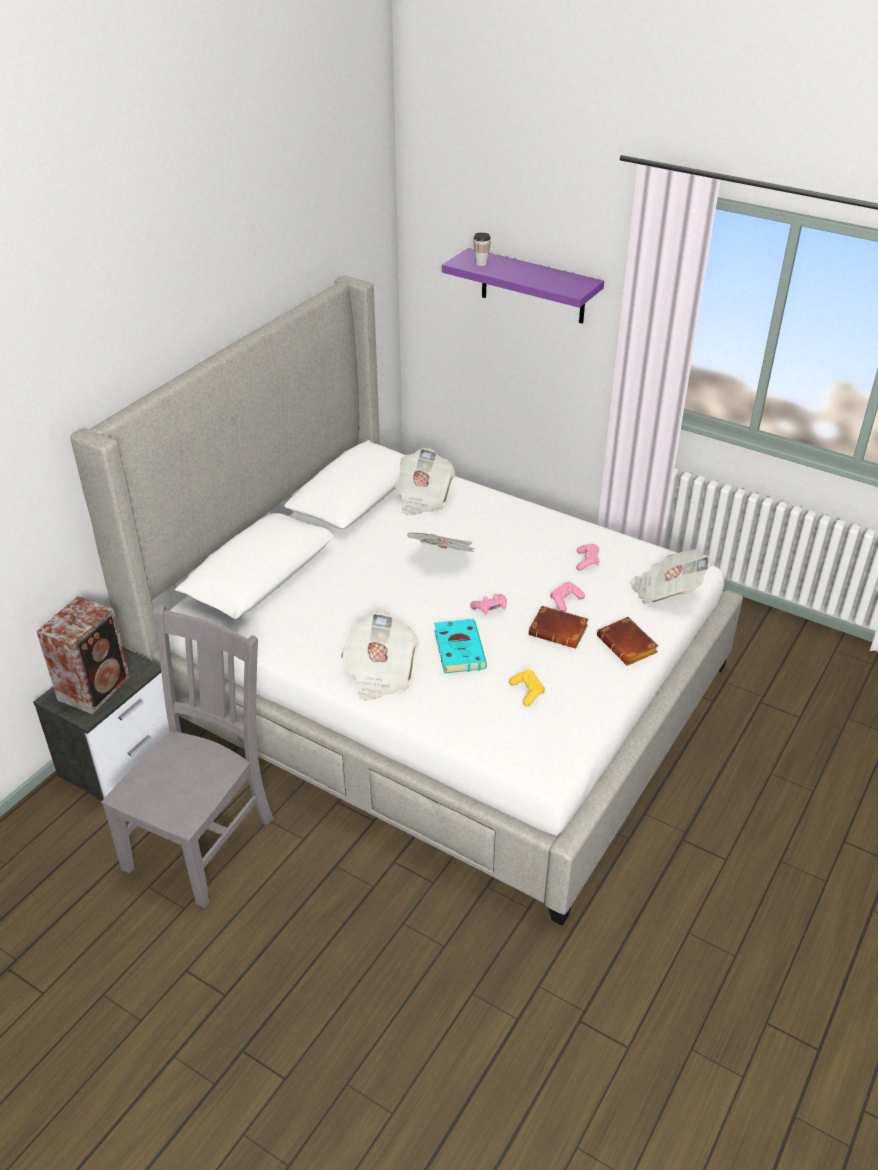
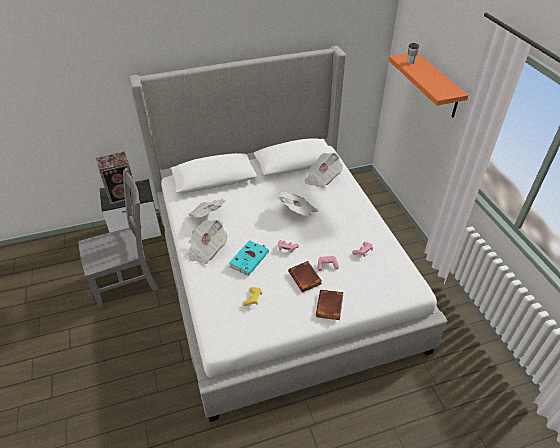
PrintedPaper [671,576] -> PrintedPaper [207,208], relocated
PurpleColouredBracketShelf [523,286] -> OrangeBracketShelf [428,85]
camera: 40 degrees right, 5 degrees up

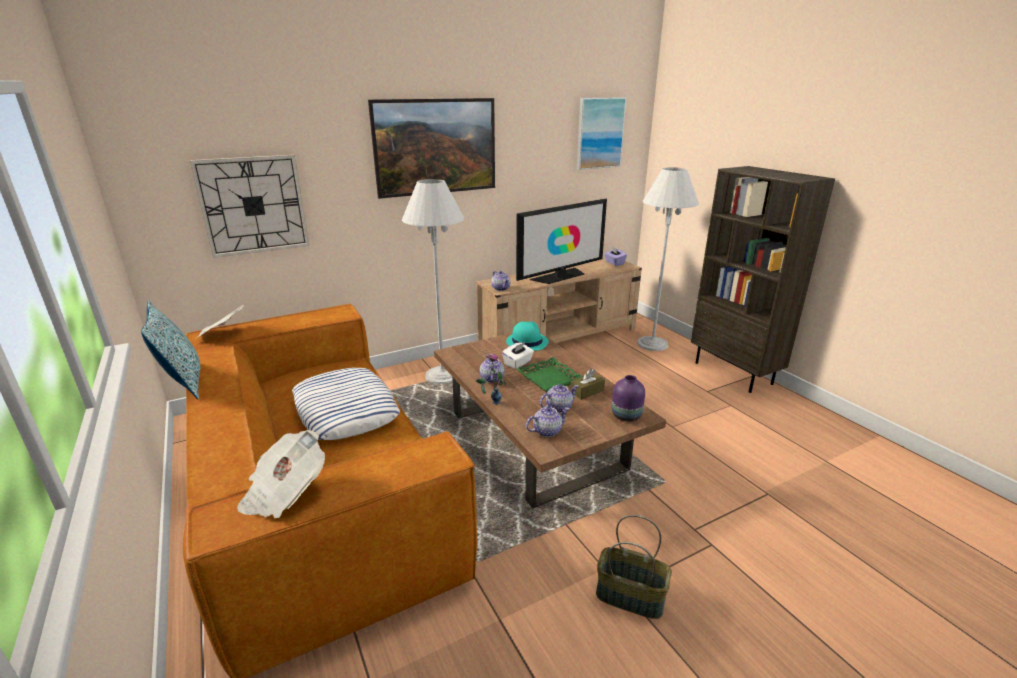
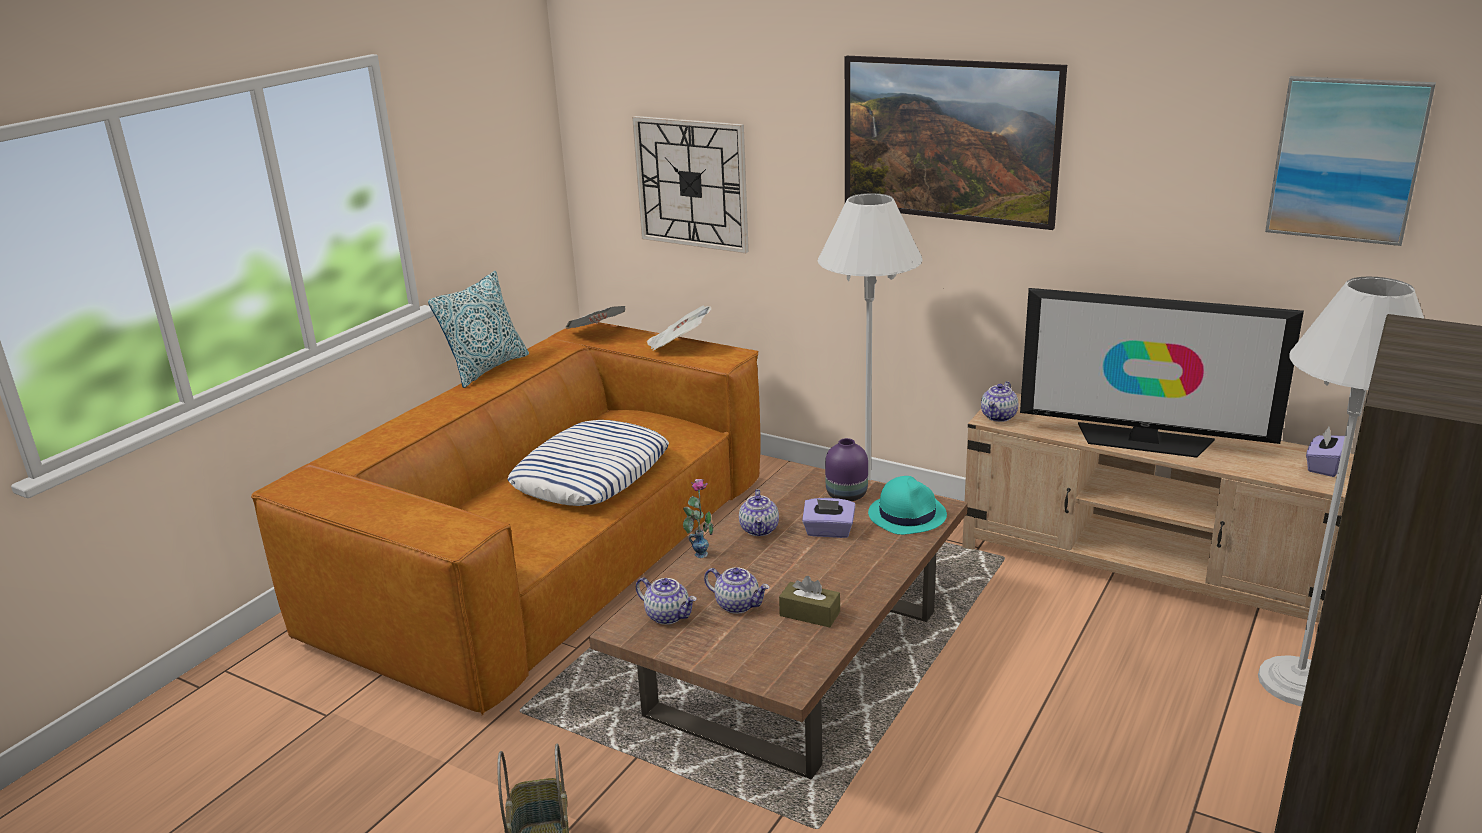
PrintedPaper [281,474] -> PrintedPaper [679,328], relocated
TeaPot [492,368] -> TeaPot [759,512], 45 degrees counterclockwise
WhiteBoxOfTissues [518,355] -> PurpleColouredBoxOfTissues [828,518]
PurpleColouredDecorativeVase [628,398] -> PurpleColouredDecorativeVase [846,469], relocated
GreenishCarryingTray [550,375] -> none
camera: 60 degrees right, 0 degrees up

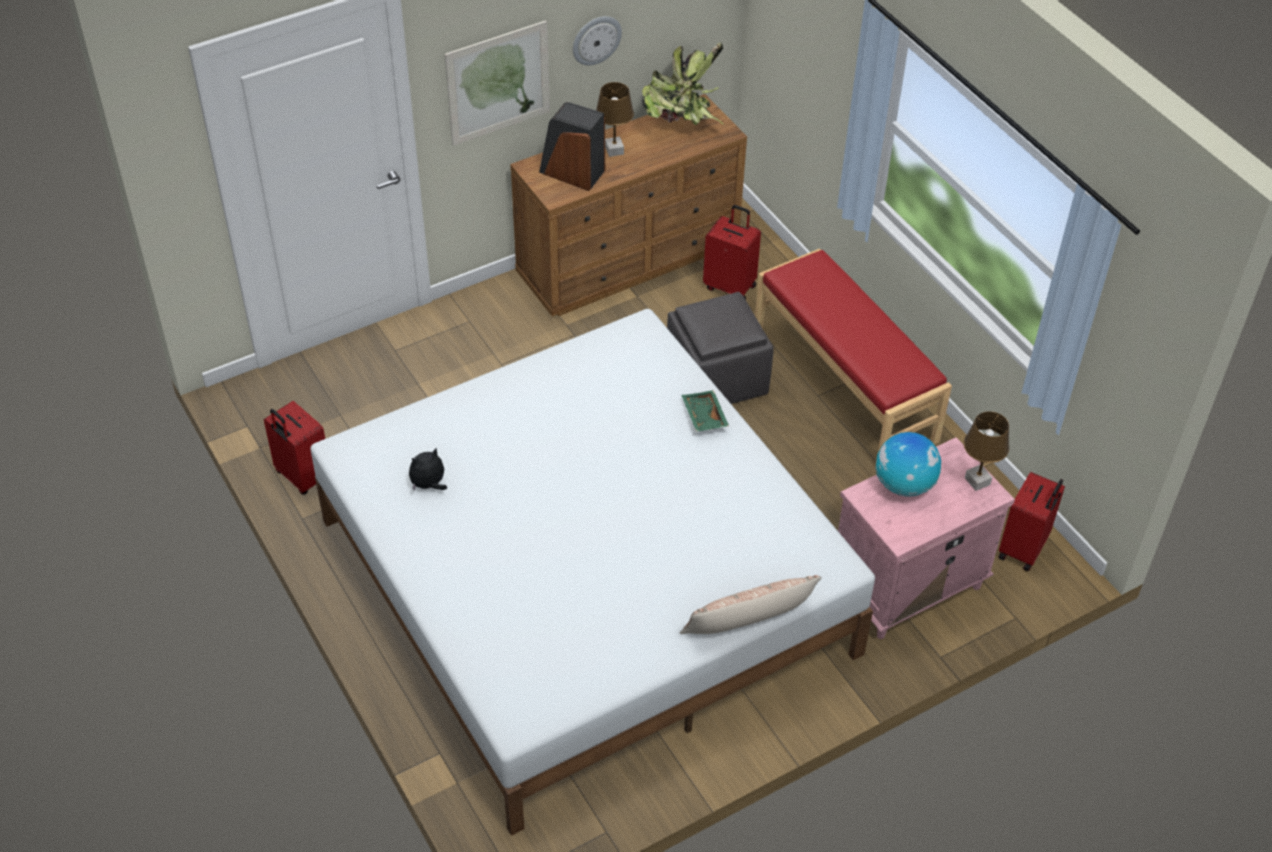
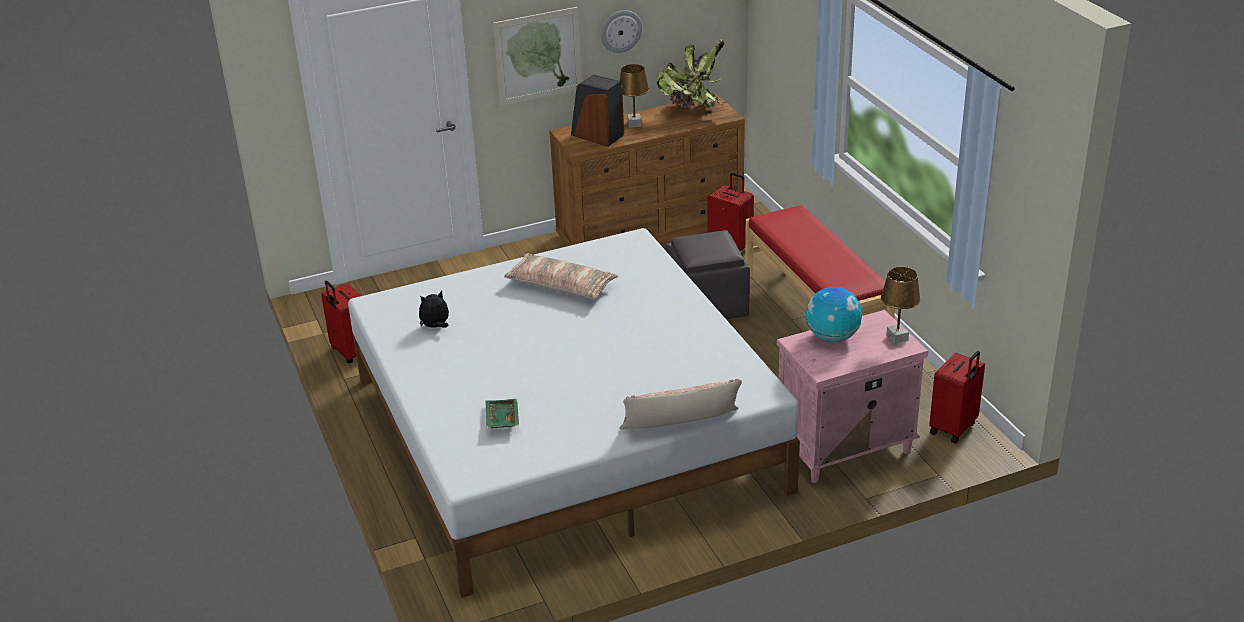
GreenishCarryingTray [705,411] -> GreenishCarryingTray [502,413], relocated
none -> ThrowPillow [561,276]
camera: 10 degrees right, 15 degrees down

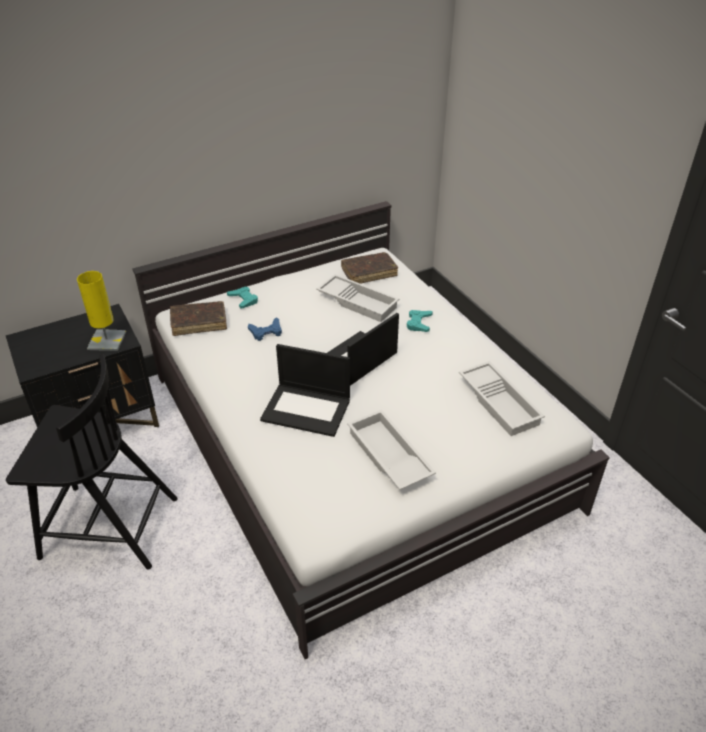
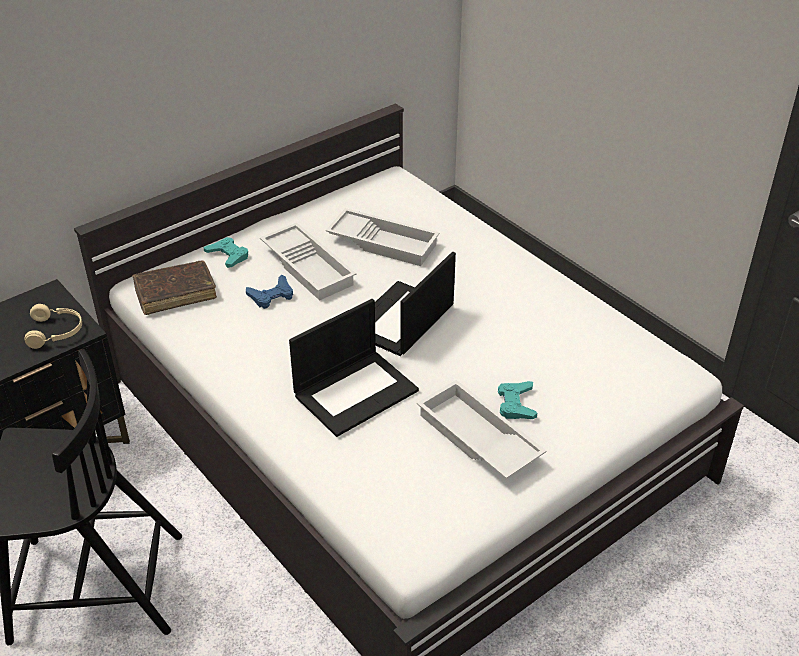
YellowColouredTableLamp [101,311] -> BeigeHeadphones [53,326]
WhiteCarryingTray [502,398] -> WhiteCarryingTray [308,262], relocated
NotebookComputer [305,390] -> NotebookComputer [354,368], 45 degrees counterclockwise
TurquoiseJoypad [420,321] -> TurquoiseJoypad [517,400], relocated
BrownishVolume [369,268] -> none
camera: 10 degrees left, 0 degrees up

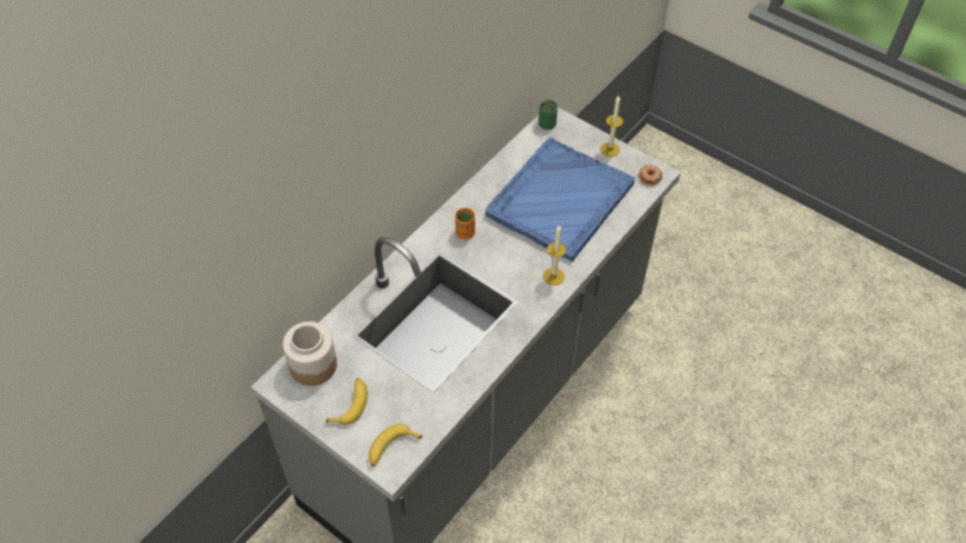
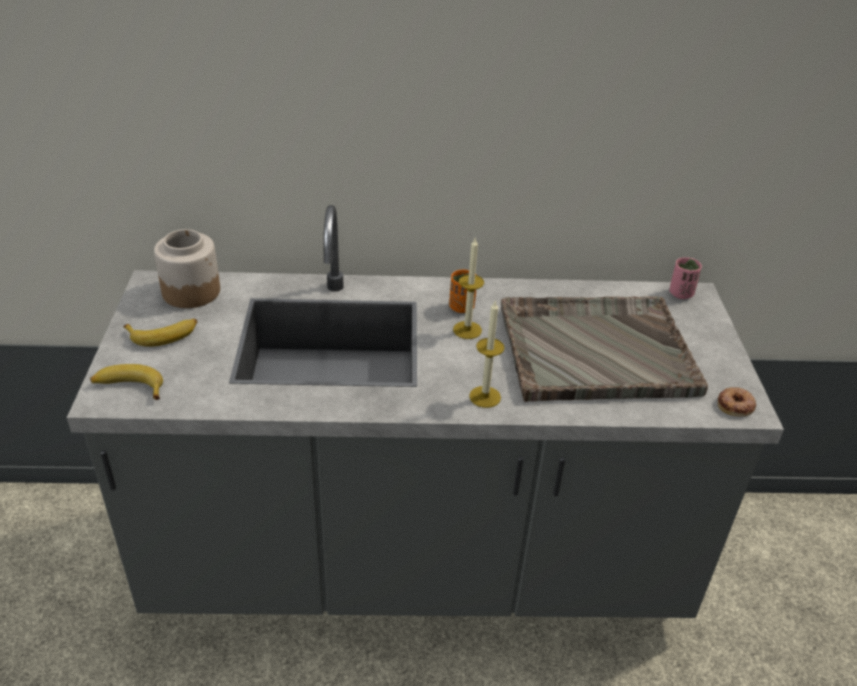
WaxLight [611,126] -> WaxLight [468,289], relocated
BluishCarryingTray [560,199] -> GrayCarryingTray [604,349]
GreenishCup [548,115] -> PinkColouredCup [686,278]
camera: 50 degrees right, 15 degrees down

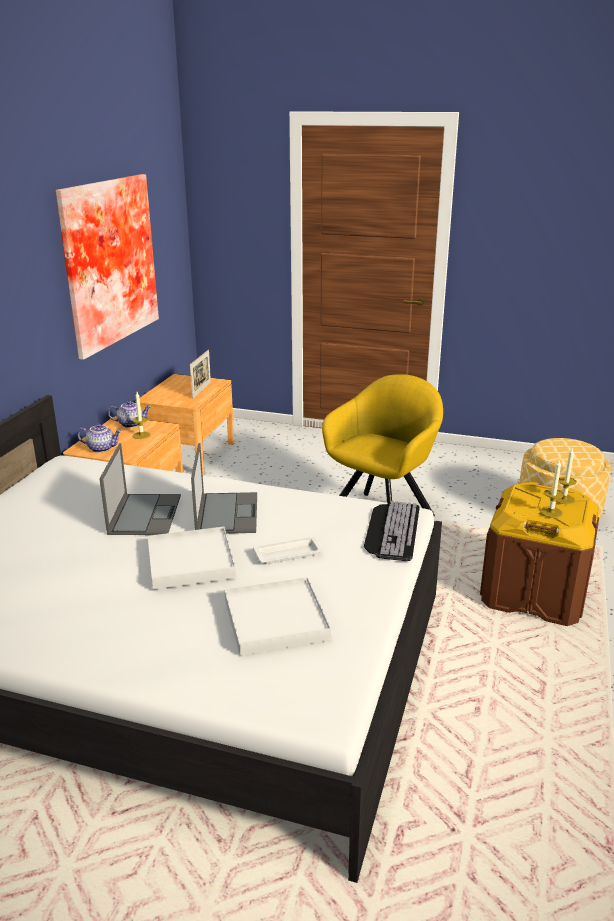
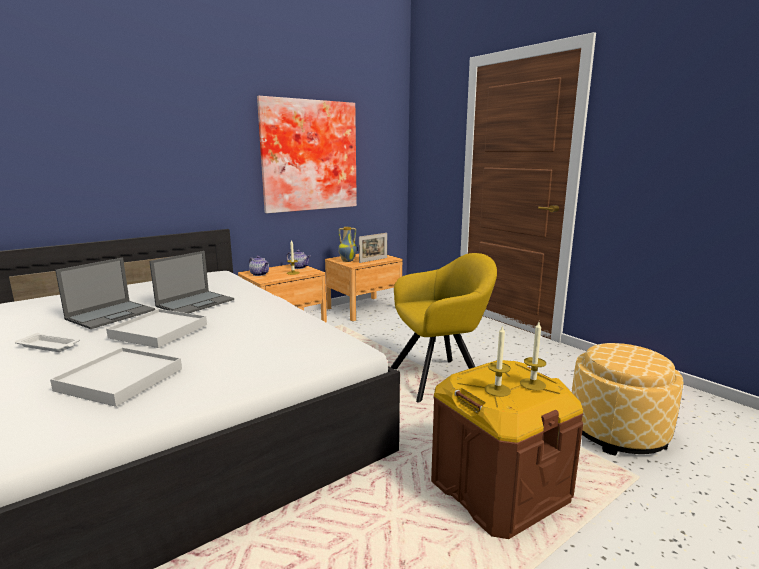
WhiteCarryingTray [288,550] -> WhiteCarryingTray [47,342], relocated
NotebookComputer [224,488] -> NotebookComputer [105,293], relocated
none -> DecorativeVase [347,244]
PcKeyboard [392,531] -> none
camera: 35 degrees right, 10 degrees down

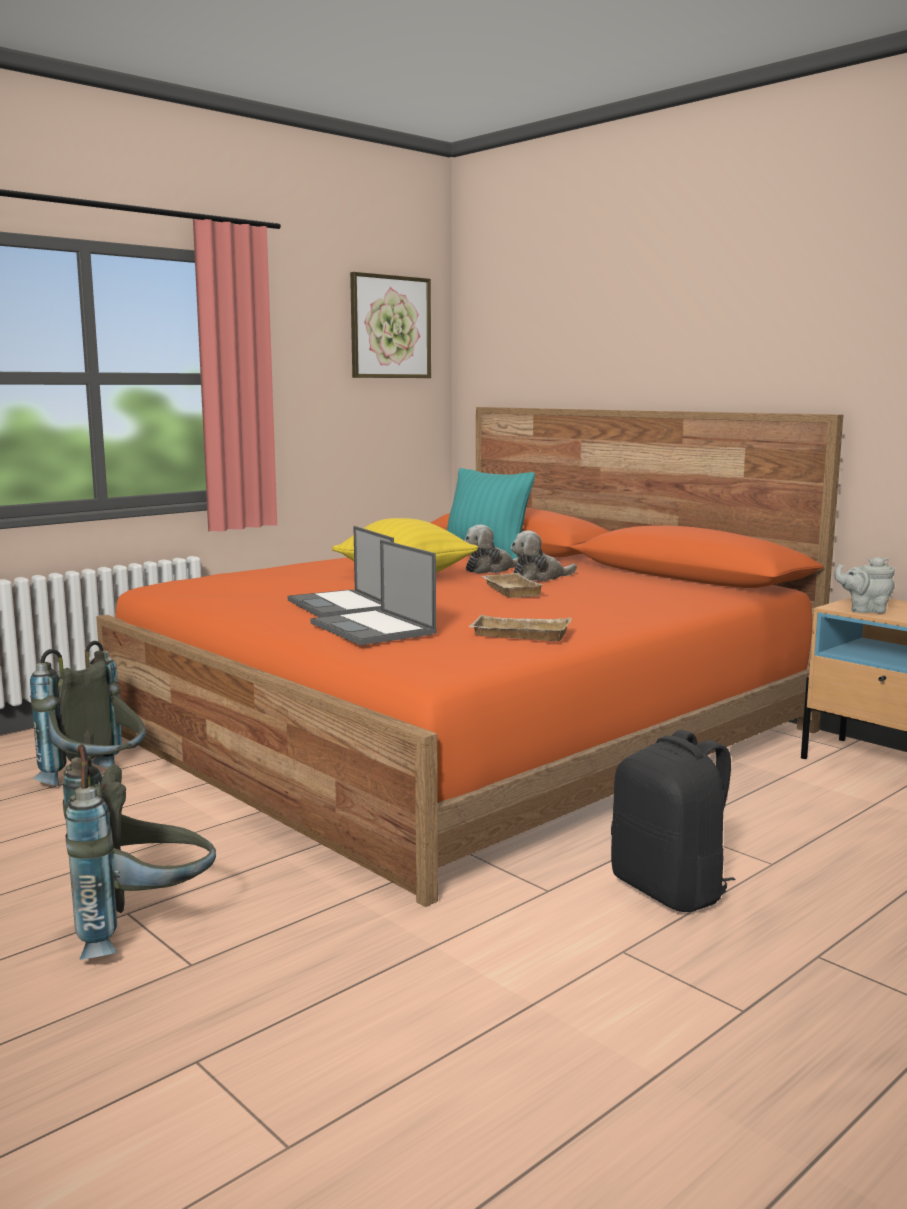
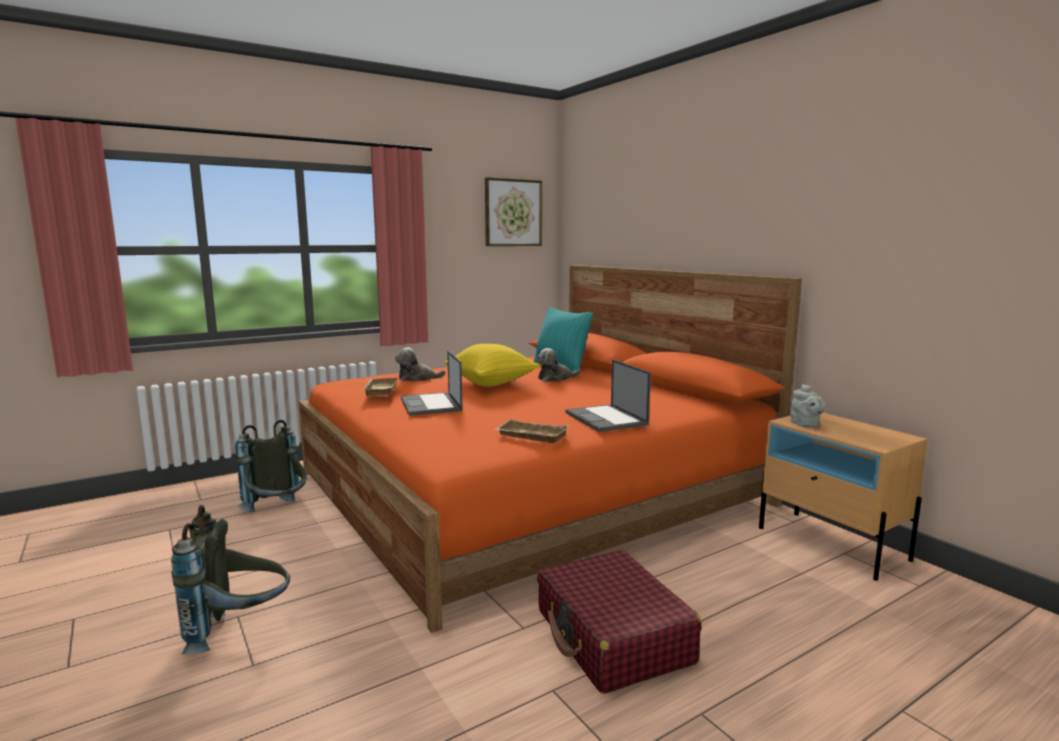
BeigeCarryingTray [512,585] -> BeigeCarryingTray [380,386], relocated
SoftToy [543,556] -> SoftToy [420,364], relocated
BlackishRucksack [673,821] -> RedPieceOfLuggage [619,622]
NotebookComputer [373,592] -> NotebookComputer [608,395], relocated
GrayTeaPot [864,585] -> GrayTeaPot [808,406], 120 degrees counterclockwise
camera: 10 degrees right, 0 degrees up

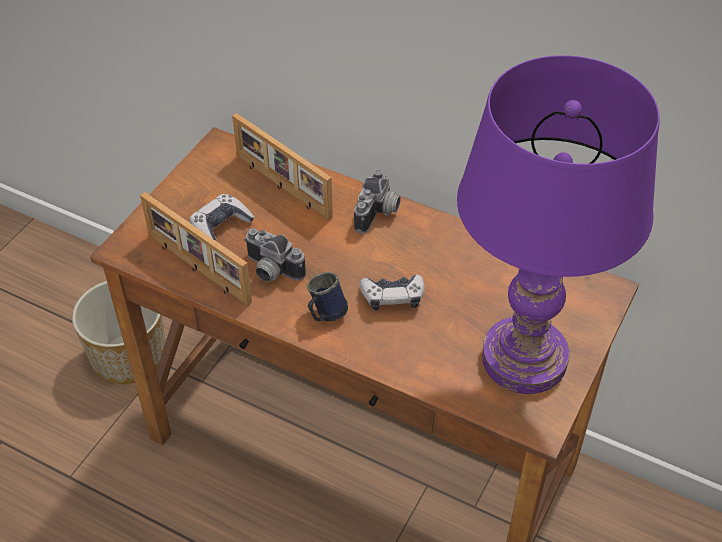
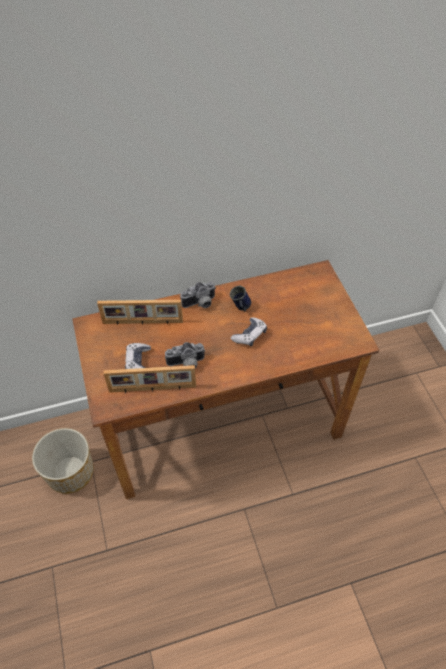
PhotoCamera [377,201] -> PhotoCamera [198,295], 90 degrees clockwise
BluishMug [327,297] -> BluishMug [240,298], relocated
PurpleColouredTableLamp [558,224] -> none
camera: 45 degrees left, 5 degrees up

